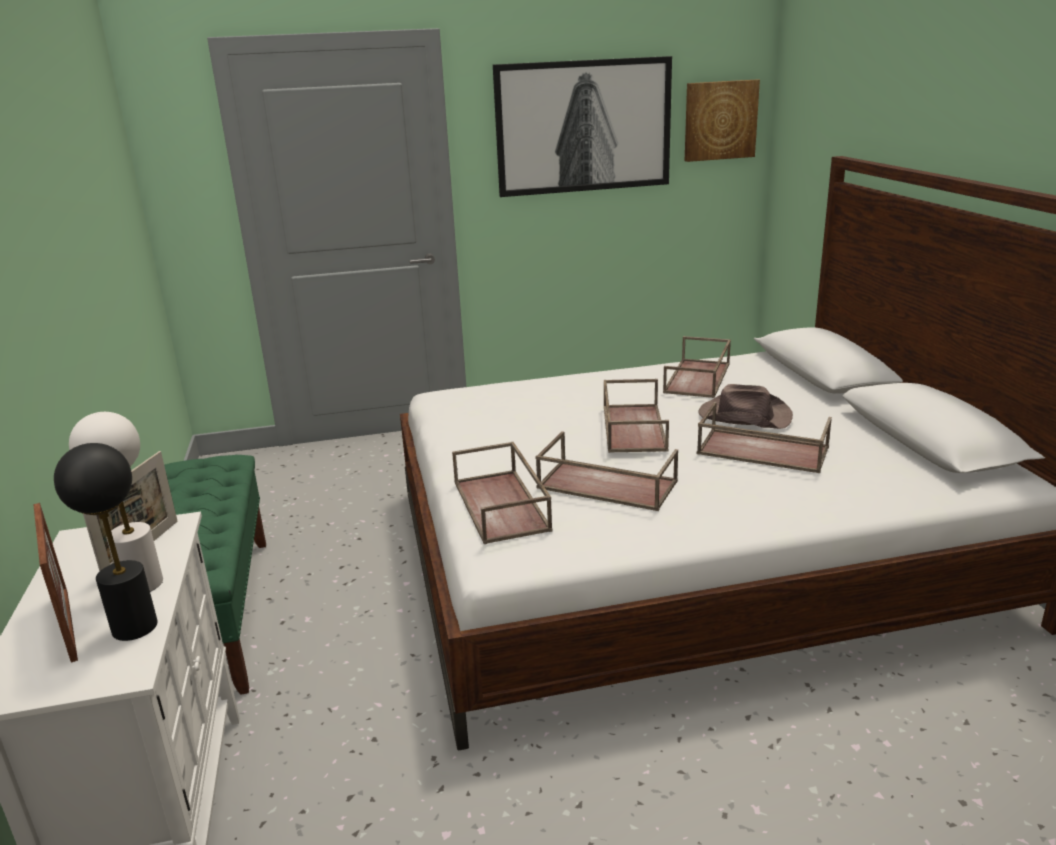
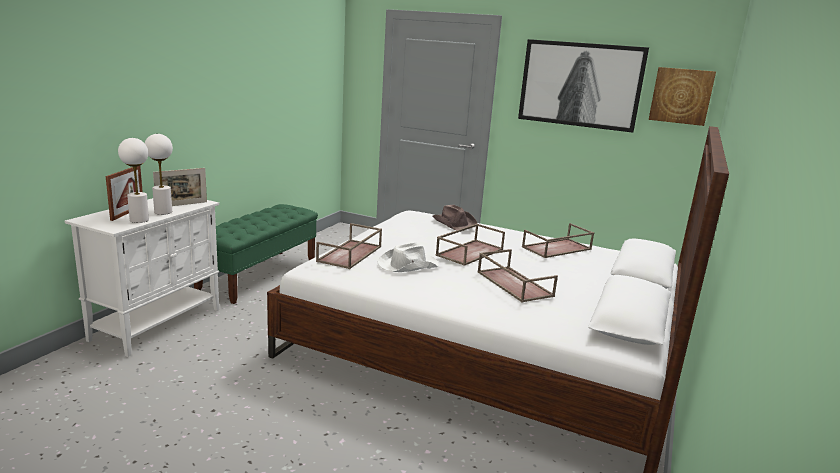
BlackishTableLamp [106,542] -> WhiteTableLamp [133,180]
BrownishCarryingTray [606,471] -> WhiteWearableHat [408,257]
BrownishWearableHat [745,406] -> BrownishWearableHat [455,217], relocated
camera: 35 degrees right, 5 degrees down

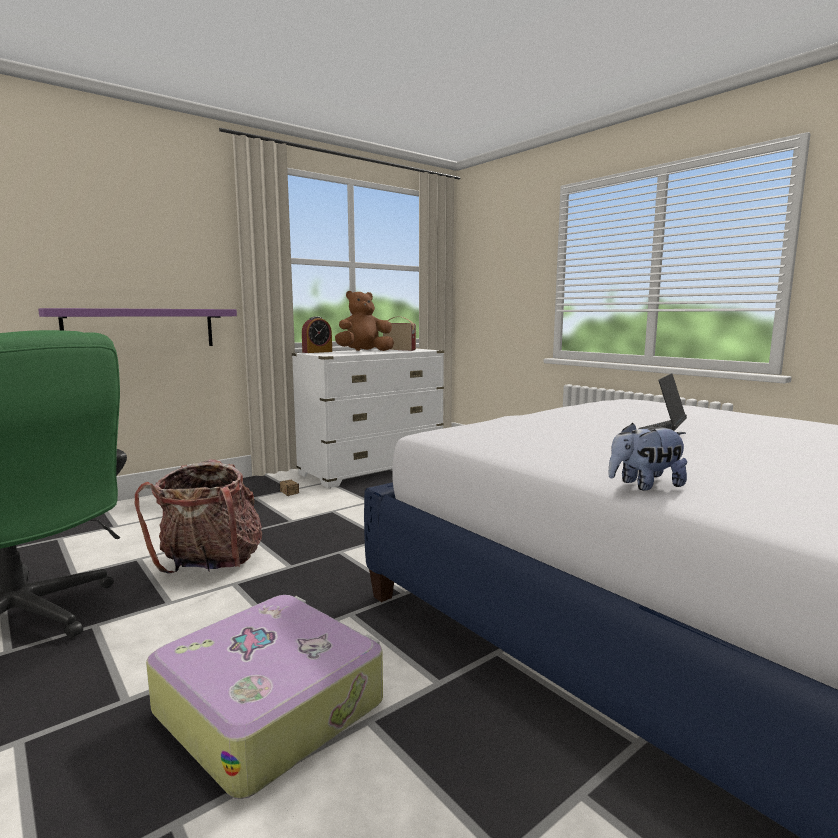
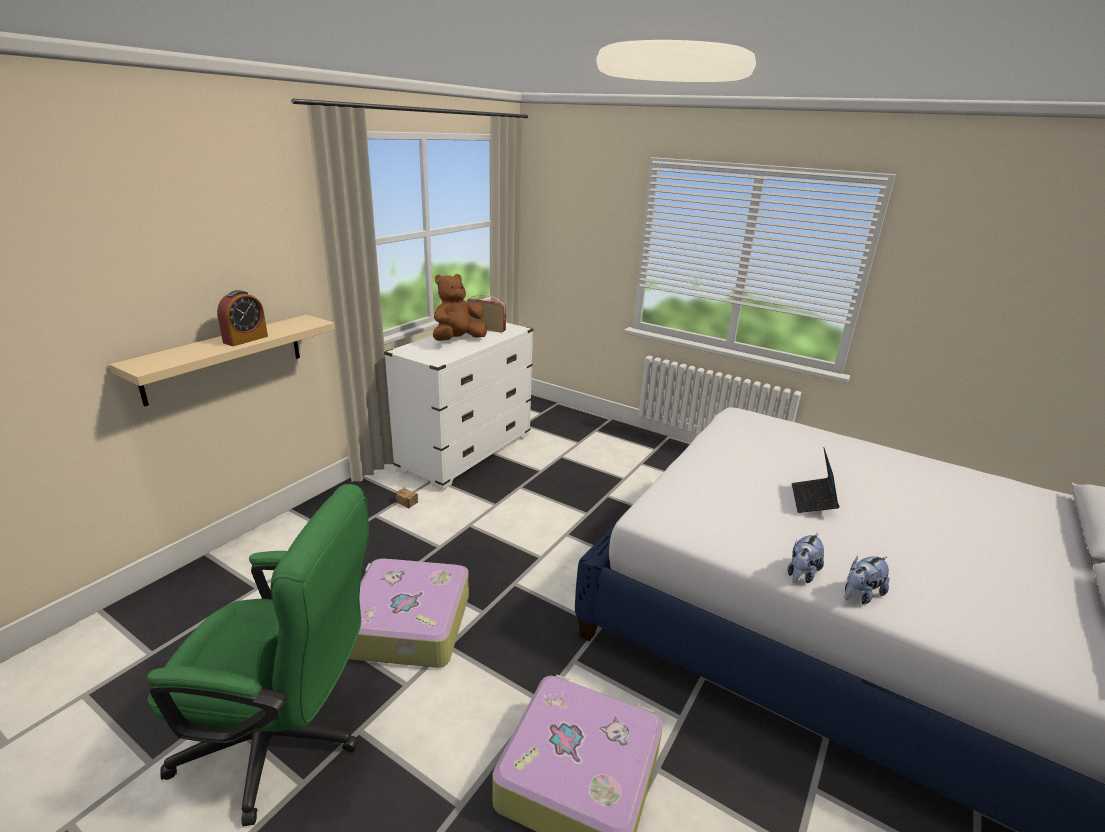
PurpleColouredBracketShelf [137,327] -> BeigeBracketShelf [222,361]
AlarmClock [317,334] -> AlarmClock [242,318], relocated
Rucksack [198,516] -> PieceOfLuggage [409,613]
none -> SoftToy [806,558]
camera: 20 degrees left, 15 degrees up

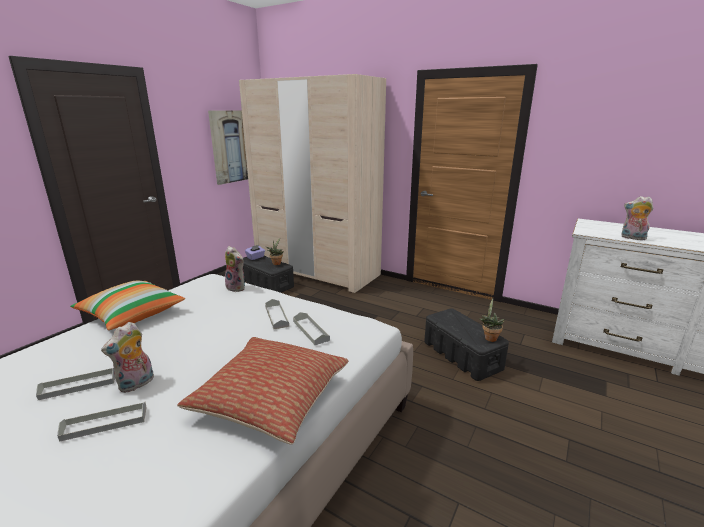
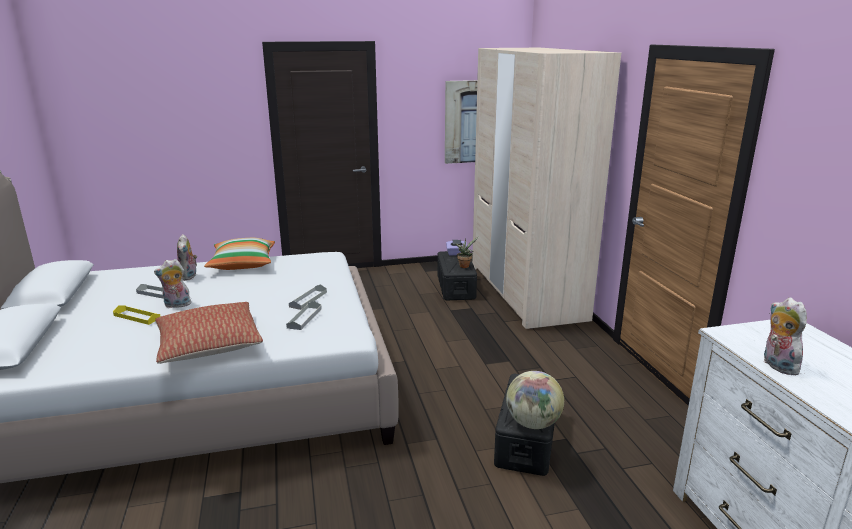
GrayCarryingTray [102,422] -> YellowColouredCarryingTray [137,315]
SoftToy [235,269] -> SoftToy [187,257], relocated
PlantInAPot [492,320] -> DeskGlobe [535,400]
camera: 45 degrees right, 0 degrees up

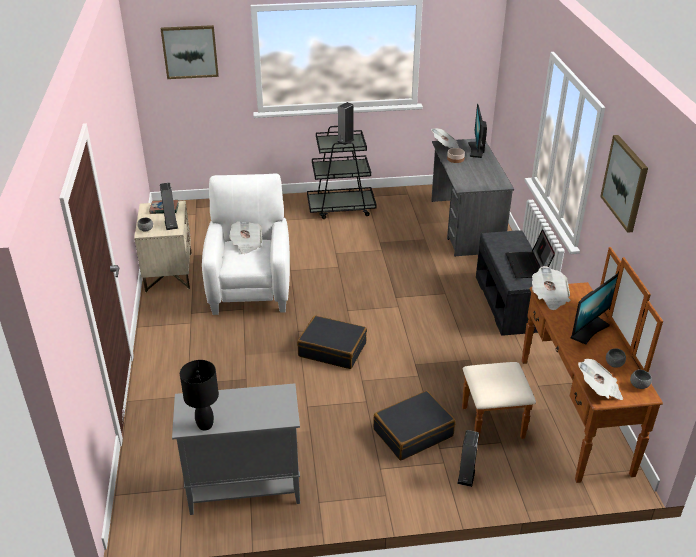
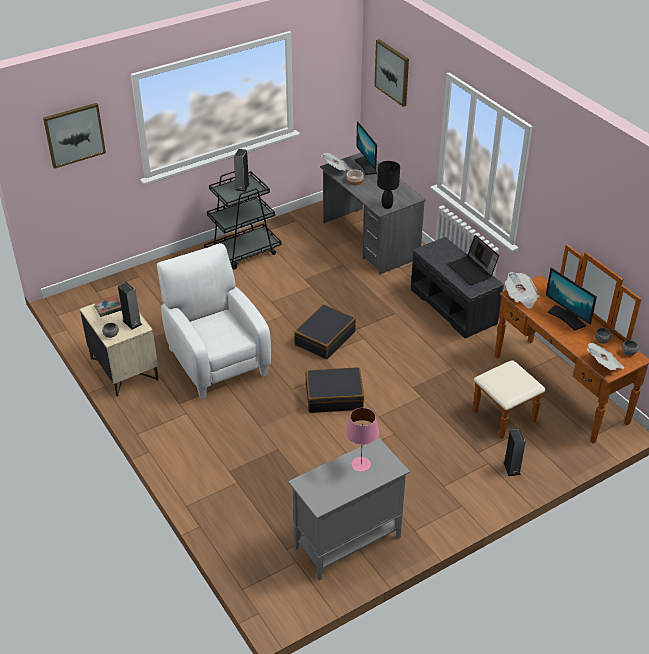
BlackishPieceOfLuggage [414,425] -> BlackishPieceOfLuggage [325,331], relocated
none -> PinkColouredTableLamp [362,440]
WallArt [624,184] -> WallArt [391,73], relocated
BlackishTableLamp [199,395] -> BlackishTableLamp [388,185], relocated
ComputerScreen [594,308] -> ComputerScreen [571,299], 120 degrees clockwise
PrintedPaper [245,237] -> none
camera: 25 degrees left, 5 degrees up

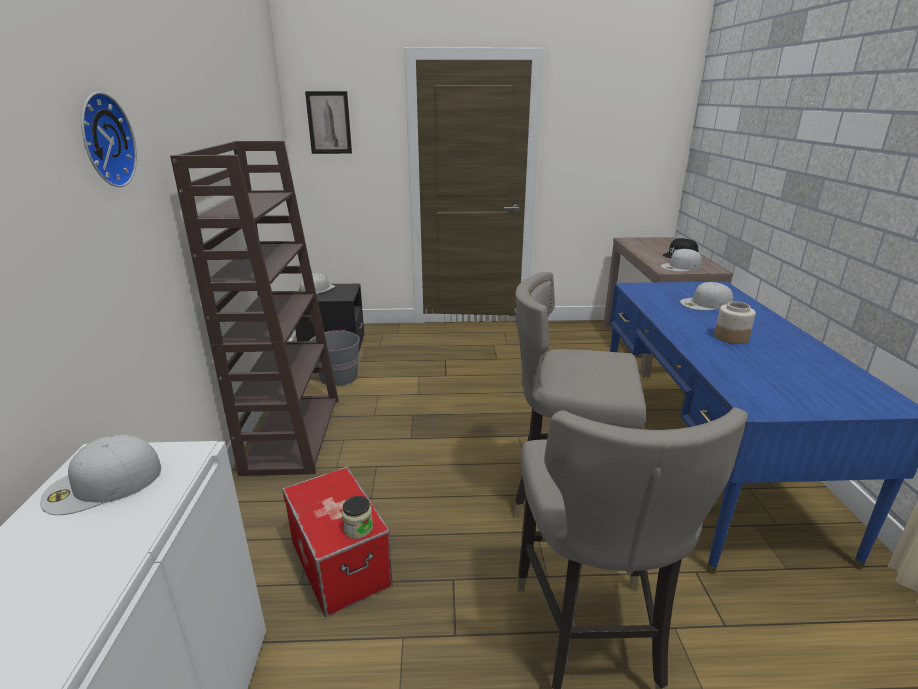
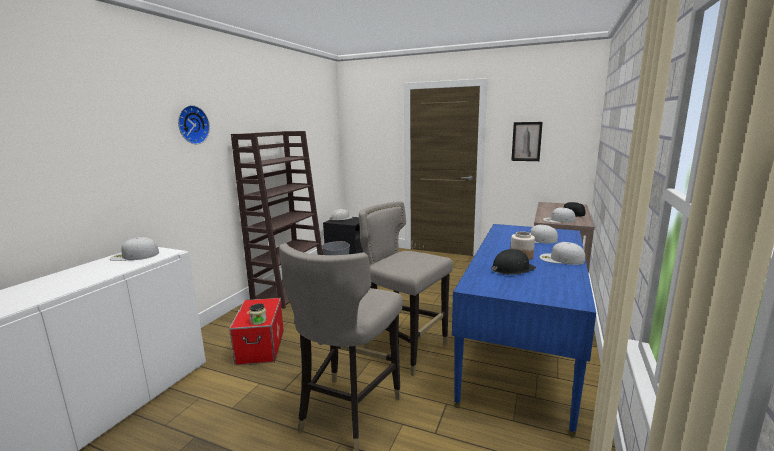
none -> BlackishHardHat [513,262]
WallArt [328,122] -> WallArt [527,141], relocated
none -> WhitePeakedCap [562,253]
camera: 25 degrees right, 10 degrees down

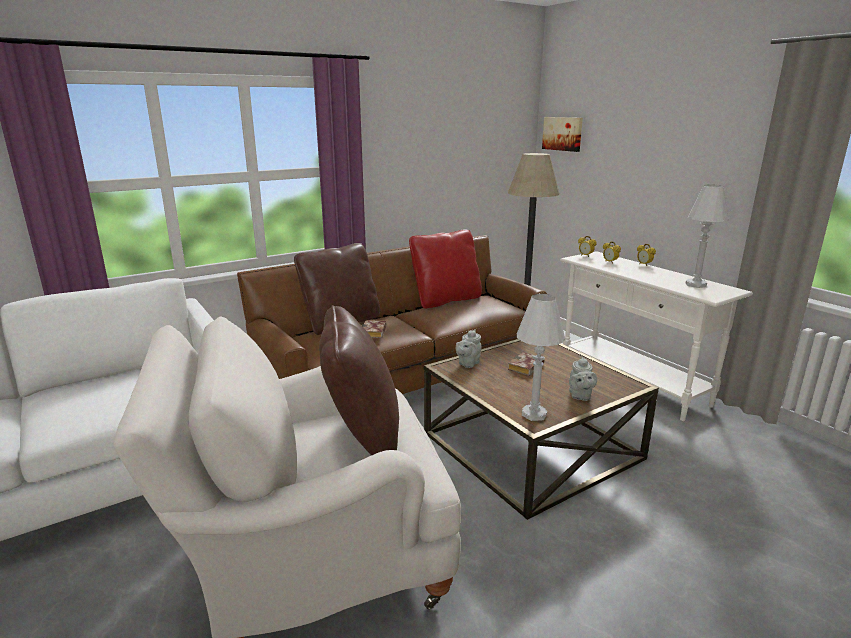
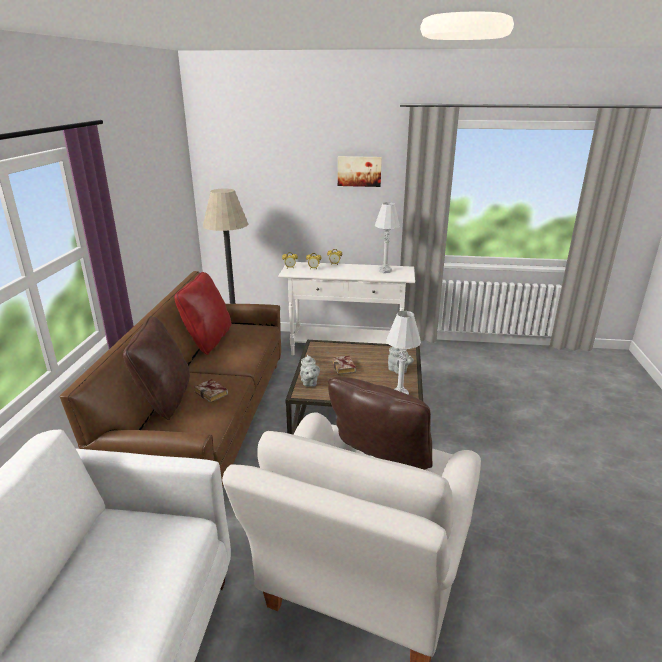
WallArt [562,134] -> WallArt [360,171], relocated
camera: 50 degrees left, 5 degrees up

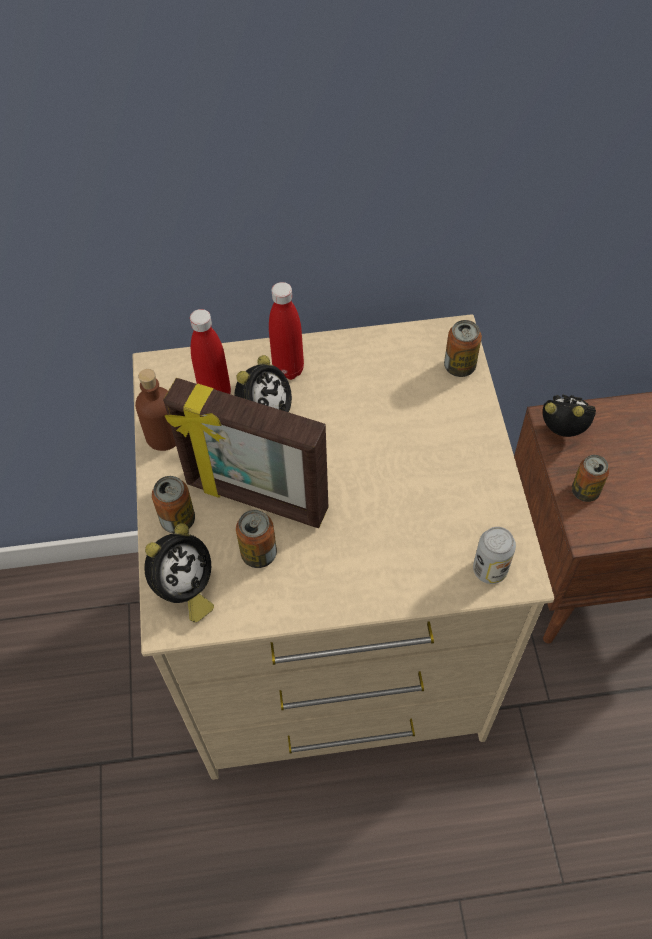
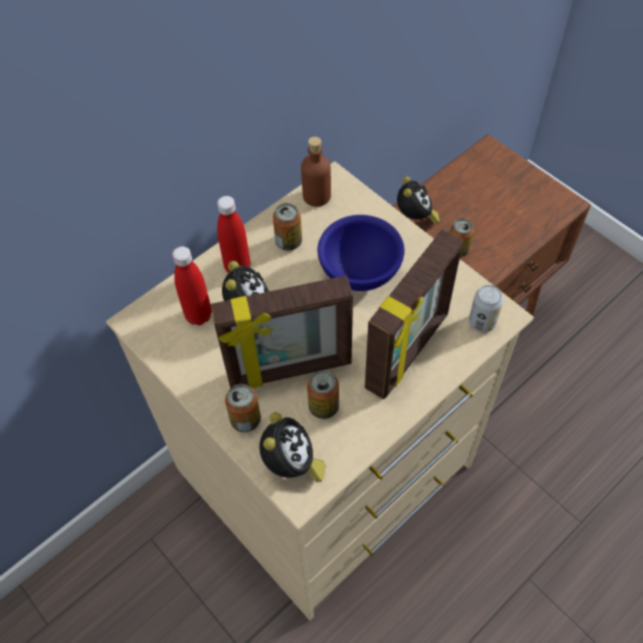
Can [463,348] -> Can [287,227], relocated
BrownishBeverageBottle [155,410] -> BrownishBeverageBottle [316,172], relocated
none -> BluishDeepDish [361,253]
none -> PhotoFrame [414,314]
AlarmClock [569,416] -> AlarmClock [418,200], 105 degrees clockwise
camera: 35 degrees left, 0 degrees up

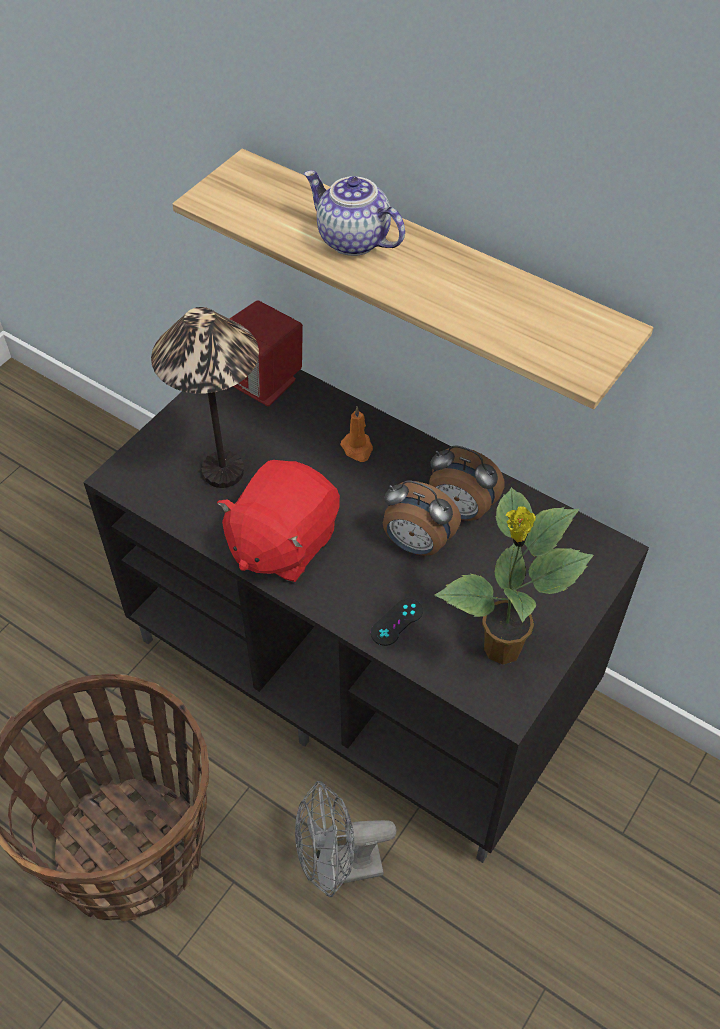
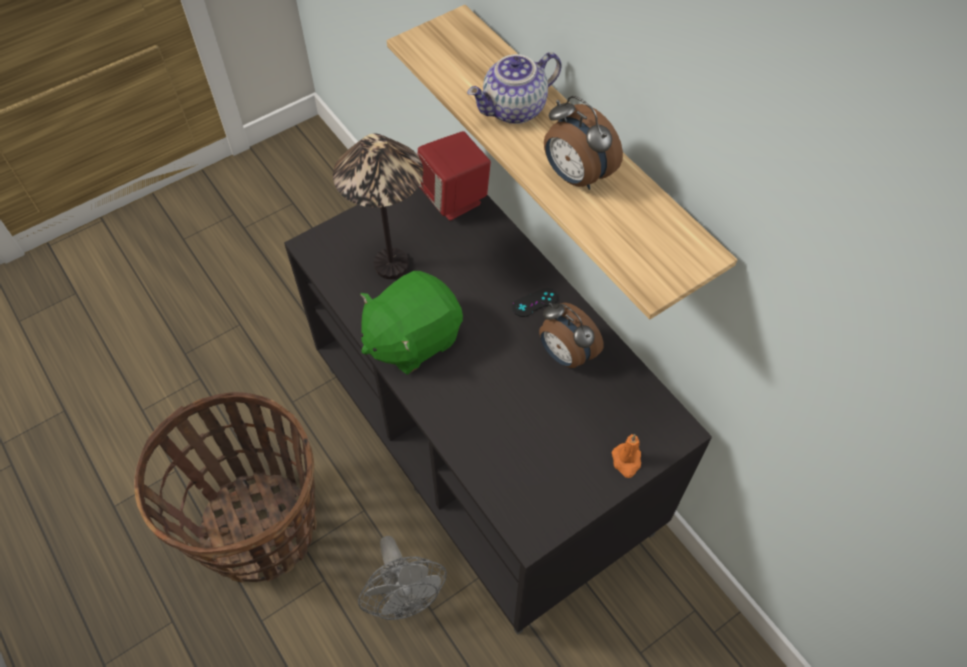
GrayElectricFan [346,839] -> GrayElectricFan [402,578], 120 degrees counterclockwise
RedSoftToy [278,521] -> GreenishSoftToy [411,322]
TeaPot [354,213] -> TeaPot [514,88], 90 degrees counterclockwise
BlackishJoypad [397,622] -> BlackishJoypad [535,302], relocated
AlarmClock [422,518] -> AlarmClock [583,143], relocated
OrangeWaxLight [356,434] -> OrangeWaxLight [626,456], relocated
PlantInAPot [514,576] -> none
camera: 20 degrees right, 5 degrees up

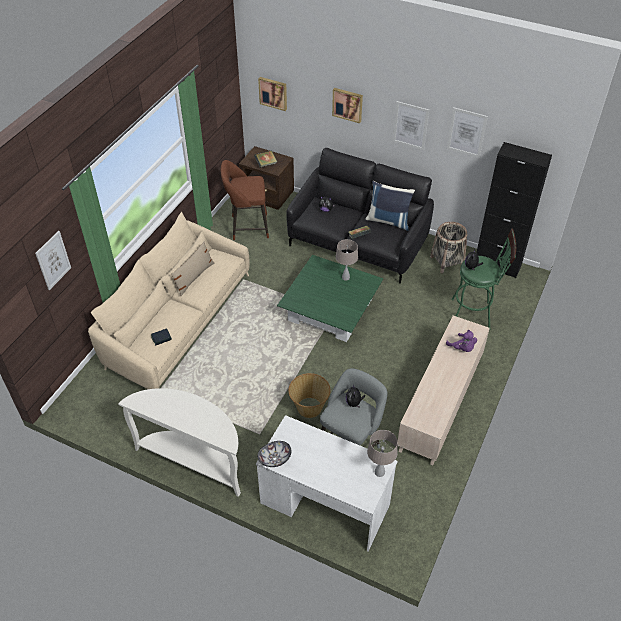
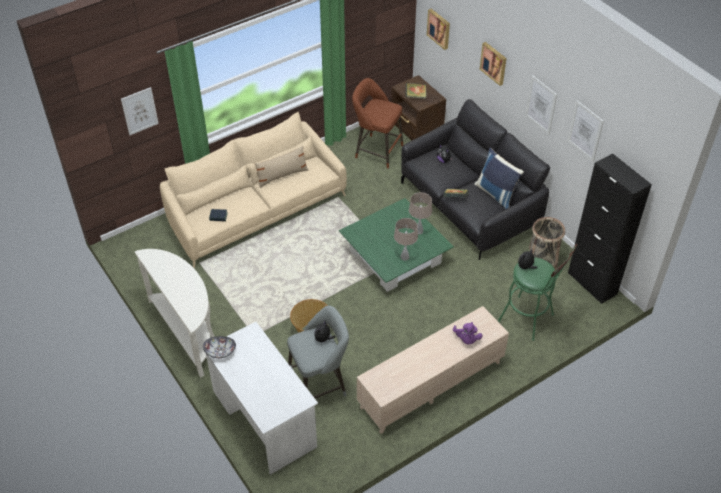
BeigeTableLamp [382,453] -> BeigeTableLamp [406,239], relocated
camera: 30 degrees right, 0 degrees up

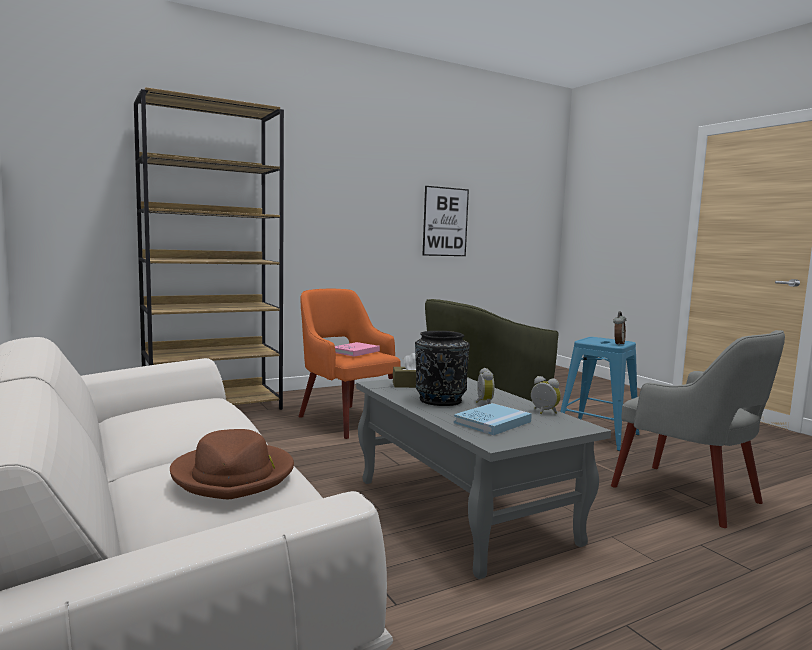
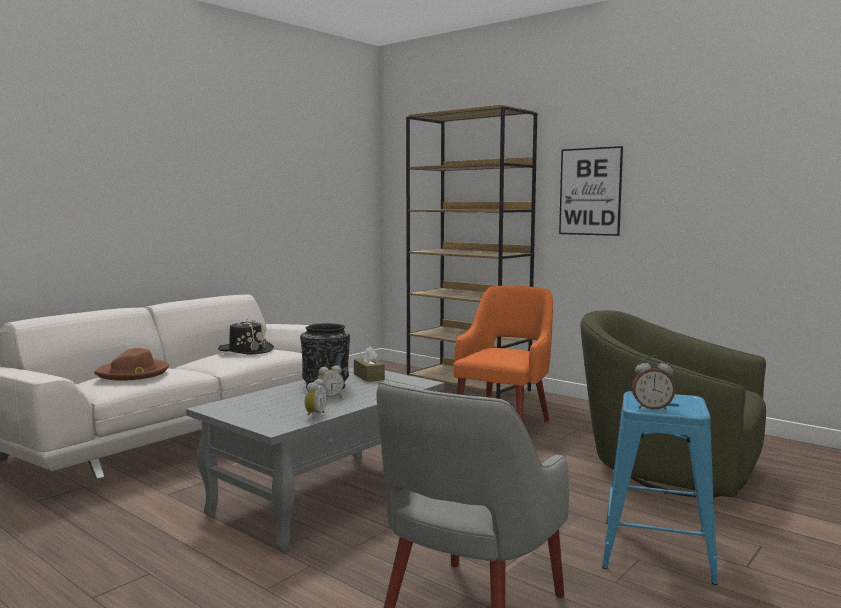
none -> BlackishWearableHat [246,337]
WallArt [446,221] -> WallArt [591,191], relocated
PinkColouredVolume [357,349] -> none
BluishVolume [492,419] -> none
camera: 70 degrees right, 0 degrees up

